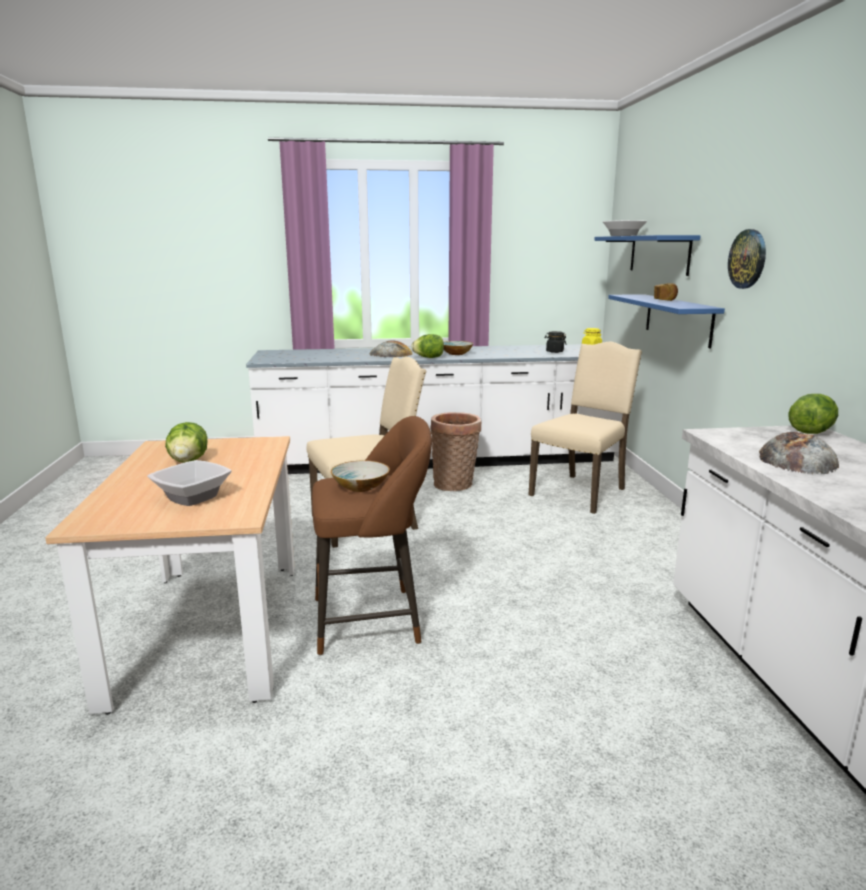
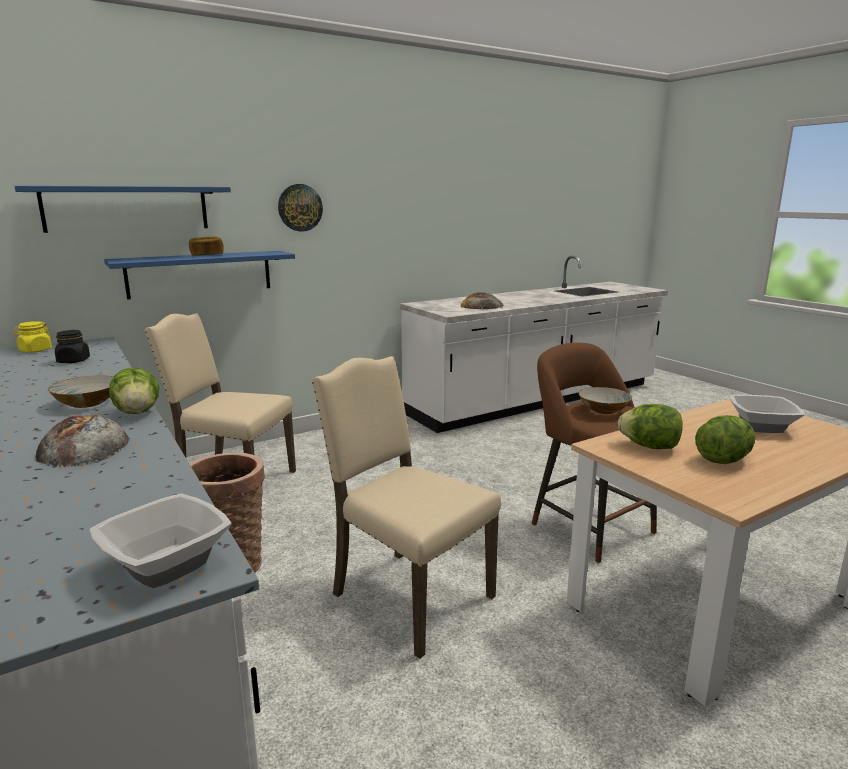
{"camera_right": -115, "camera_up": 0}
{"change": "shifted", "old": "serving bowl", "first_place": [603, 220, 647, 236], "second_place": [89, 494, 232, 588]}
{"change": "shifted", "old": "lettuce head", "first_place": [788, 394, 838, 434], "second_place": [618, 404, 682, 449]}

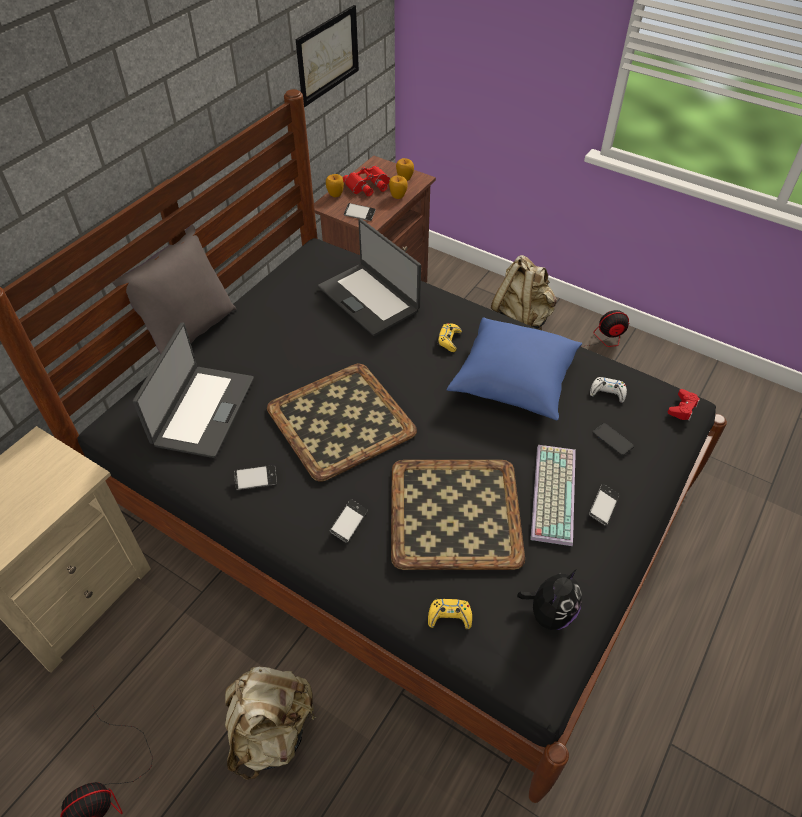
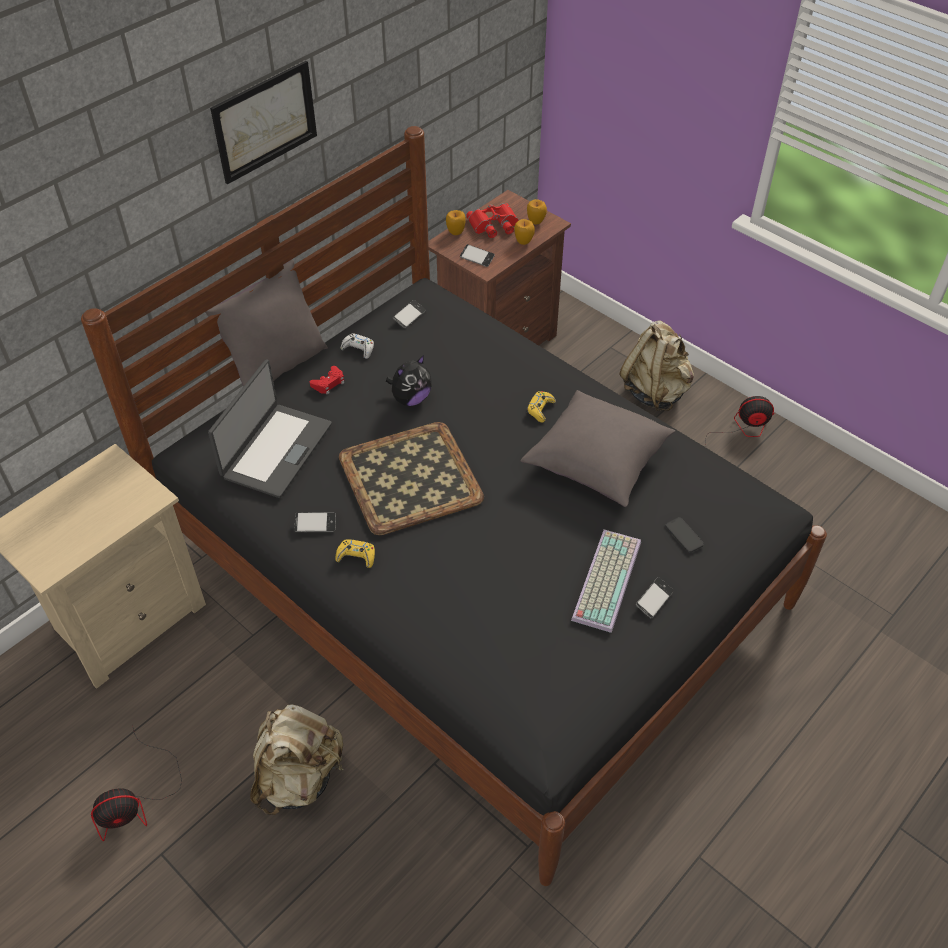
{"camera_right": 10, "camera_up": 0}
{"change": "shifted", "old": "picture", "first_place": [296, 5, 359, 107], "second_place": [210, 61, 317, 184]}
{"change": "shifted", "old": "red joypad", "first_place": [668, 389, 700, 421], "second_place": [310, 366, 345, 395]}
{"change": "shifted", "old": "yellow joypad", "first_place": [428, 599, 472, 629], "second_place": [335, 539, 375, 568]}
{"change": "shifted", "old": "white-coloured joypad", "first_place": [590, 377, 627, 403], "second_place": [341, 333, 374, 359]}
{"change": "shifted", "old": "plush toy", "first_place": [517, 569, 582, 630], "second_place": [386, 355, 432, 406]}
{"change": "shifted", "old": "handset", "first_place": [330, 499, 367, 543], "second_place": [393, 300, 426, 328]}
{"change": "repainted", "old": "blue-coloured pillow", "new": "gray pillow", "first_place": [447, 317, 582, 420], "second_place": [520, 390, 675, 507]}
{"change": "gone", "old": "portable computer", "first_place": [318, 219, 421, 336]}
{"change": "gone", "old": "serving tray", "first_place": [391, 460, 525, 570]}

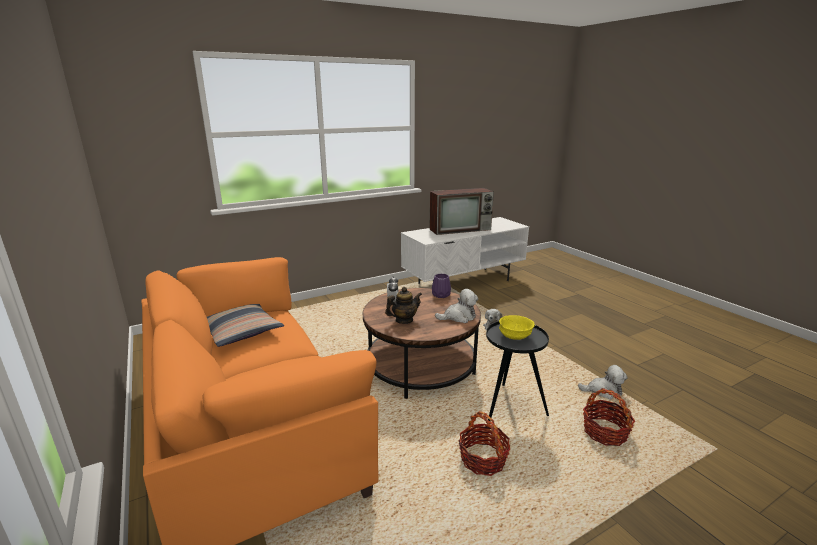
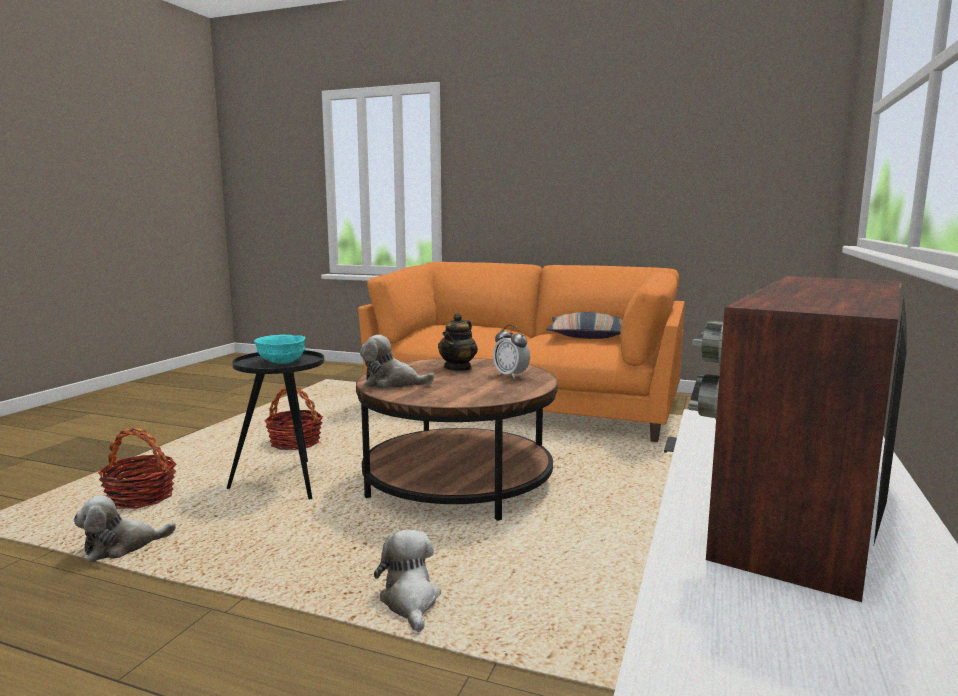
{"camera_right": 140, "camera_up": -10}
{"change": "repainted", "old": "yellow serving bowl", "new": "blue-green serving bowl", "first_place": [499, 315, 535, 340], "second_place": [254, 335, 306, 364]}
{"change": "rotated", "old": "plush toy", "first_place": [435, 289, 478, 323], "second_place": [360, 335, 435, 389], "degrees": 60}
{"change": "gone", "old": "purplish vase", "first_place": [432, 274, 451, 298]}

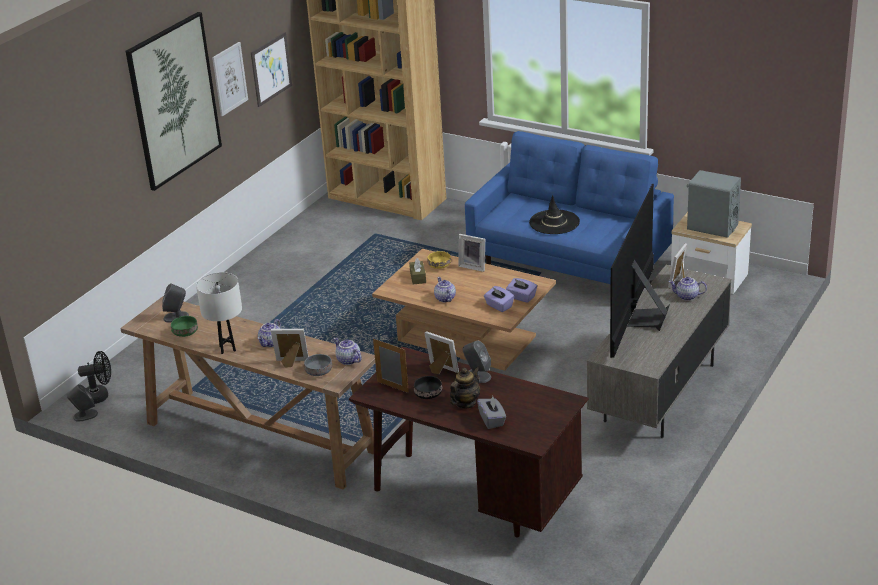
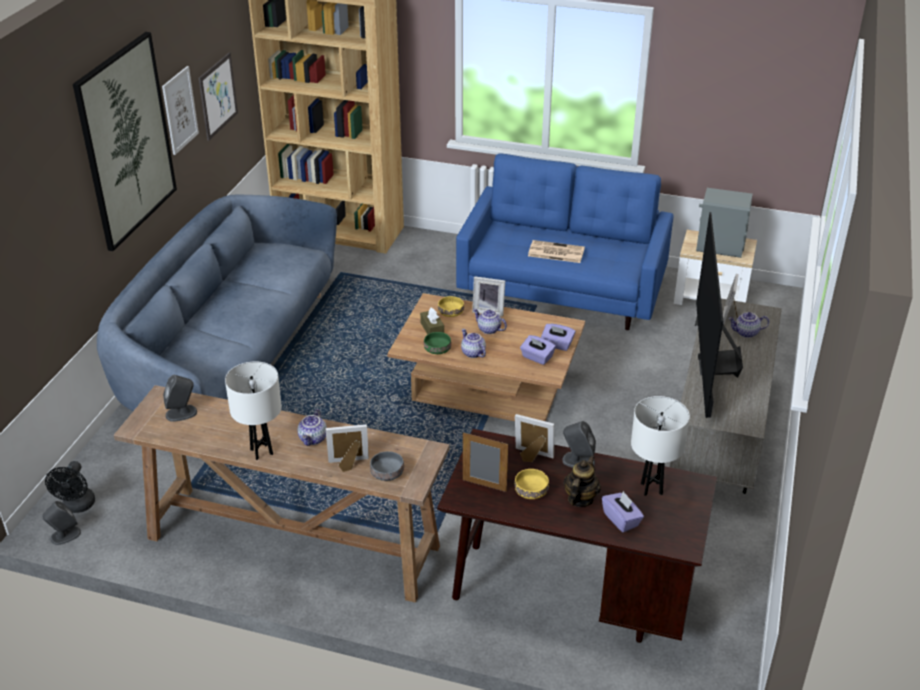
{"camera_right": -15, "camera_up": 5}
{"change": "rotated", "old": "black fan", "first_place": [78, 351, 111, 404], "second_place": [45, 461, 95, 513], "degrees": 120}
{"change": "new", "new": "blue-coloured sofa", "second_place": [97, 194, 337, 411]}
{"change": "shifted", "old": "green-coloured serving bowl", "first_place": [171, 316, 198, 337], "second_place": [424, 332, 451, 354]}
{"change": "shifted", "old": "pot for tea", "first_place": [333, 338, 362, 365], "second_place": [473, 309, 507, 334]}
{"change": "repainted", "old": "black serving bowl", "new": "yellow serving bowl", "first_place": [414, 376, 442, 399], "second_place": [514, 469, 549, 499]}
{"change": "swapped", "old": "black wearable hat", "new": "newspaper", "first_place": [529, 195, 580, 234], "second_place": [528, 240, 585, 263]}
{"change": "repainted", "old": "gray tissue holder", "new": "purplish tissue holder", "first_place": [477, 396, 506, 429], "second_place": [602, 491, 644, 532]}
{"change": "new", "new": "white-coloured table lamp", "second_place": [631, 396, 690, 496]}

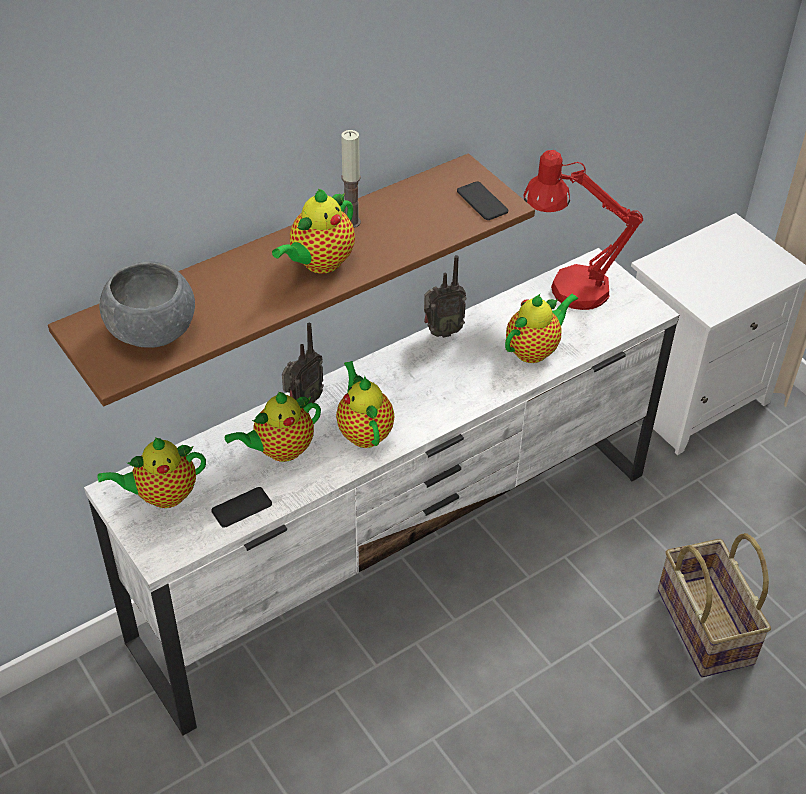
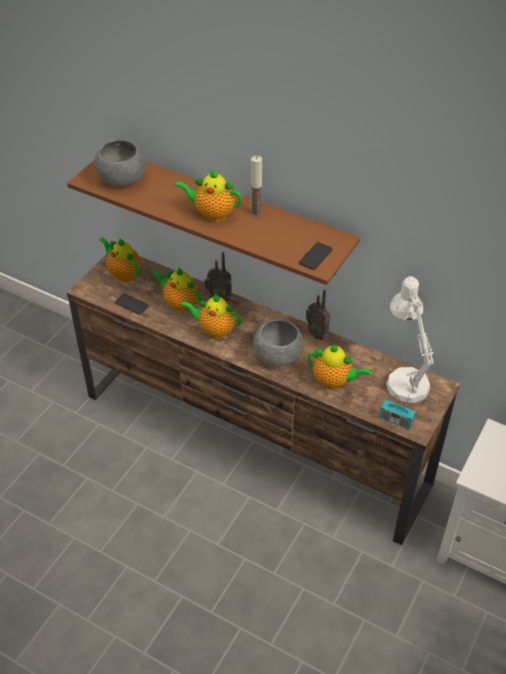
{"camera_right": 65, "camera_up": 0}
{"change": "repainted", "old": "white-coloured media console", "new": "brownish media console", "first_place": [84, 248, 679, 735], "second_place": [67, 254, 460, 545]}
{"change": "rotated", "old": "pot for tea", "first_place": [336, 361, 395, 448], "second_place": [180, 294, 242, 339], "degrees": -120}
{"change": "new", "new": "gray serving bowl", "second_place": [253, 319, 303, 366]}
{"change": "new", "new": "radio set", "second_place": [379, 386, 415, 429]}
{"change": "repainted", "old": "red table lamp", "new": "white-coloured table lamp", "first_place": [524, 150, 643, 310], "second_place": [386, 276, 434, 403]}
{"change": "gone", "old": "basket", "first_place": [658, 533, 771, 677]}

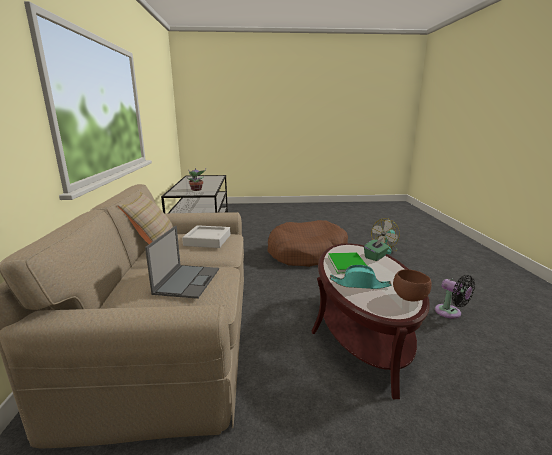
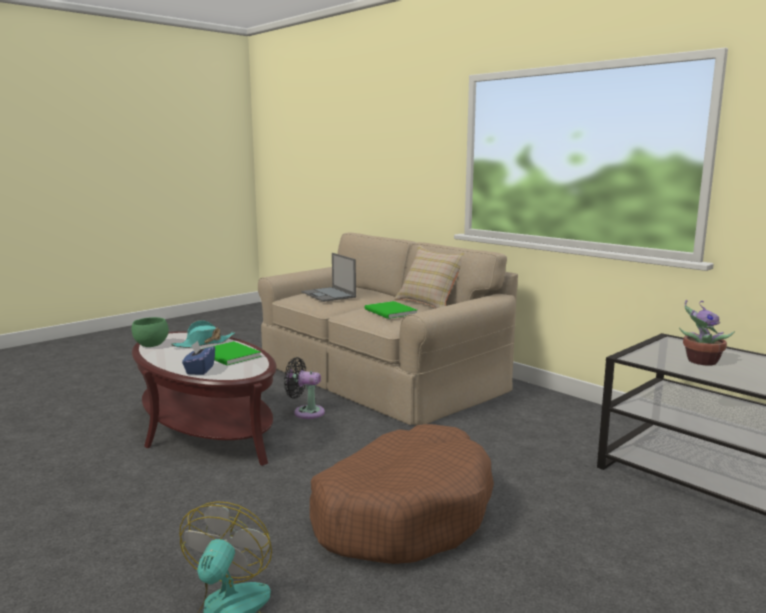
{"camera_right": 140, "camera_up": -5}
{"change": "repainted", "old": "brownish serving bowl", "new": "green-coloured serving bowl", "first_place": [393, 269, 432, 301], "second_place": [132, 317, 169, 347]}
{"change": "repainted", "old": "green-coloured tissue holder", "new": "blue-coloured tissue holder", "first_place": [364, 238, 389, 261], "second_place": [182, 341, 215, 375]}
{"change": "shifted", "old": "black fan", "first_place": [435, 275, 475, 319], "second_place": [284, 357, 325, 419]}
{"change": "swapped", "old": "gray serving tray", "new": "green-coloured volume", "first_place": [182, 225, 231, 248], "second_place": [365, 301, 417, 319]}

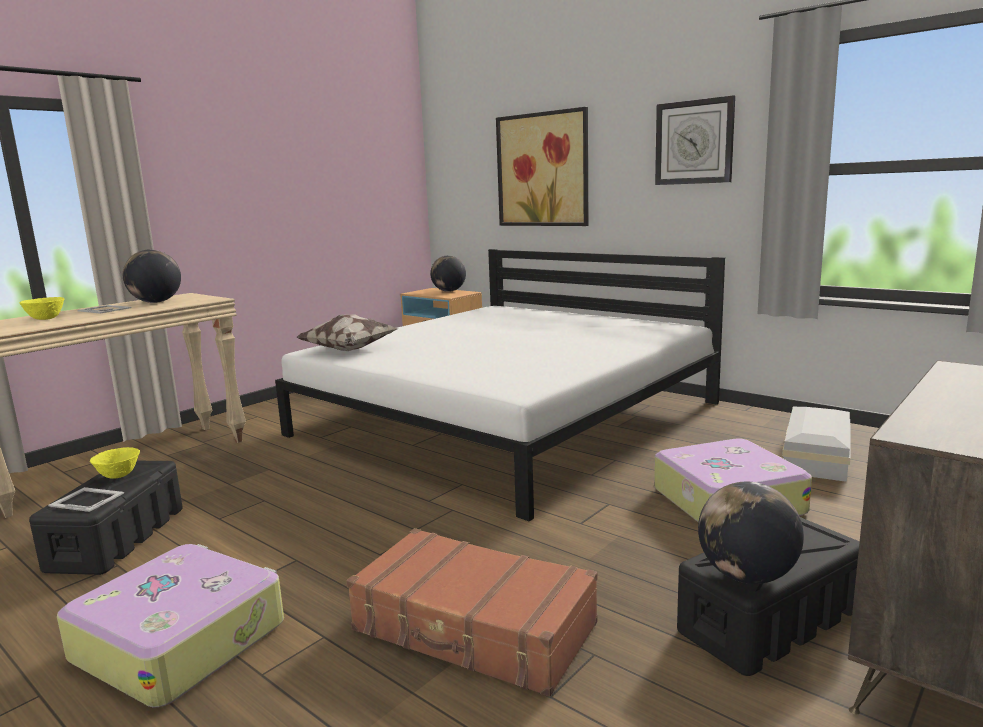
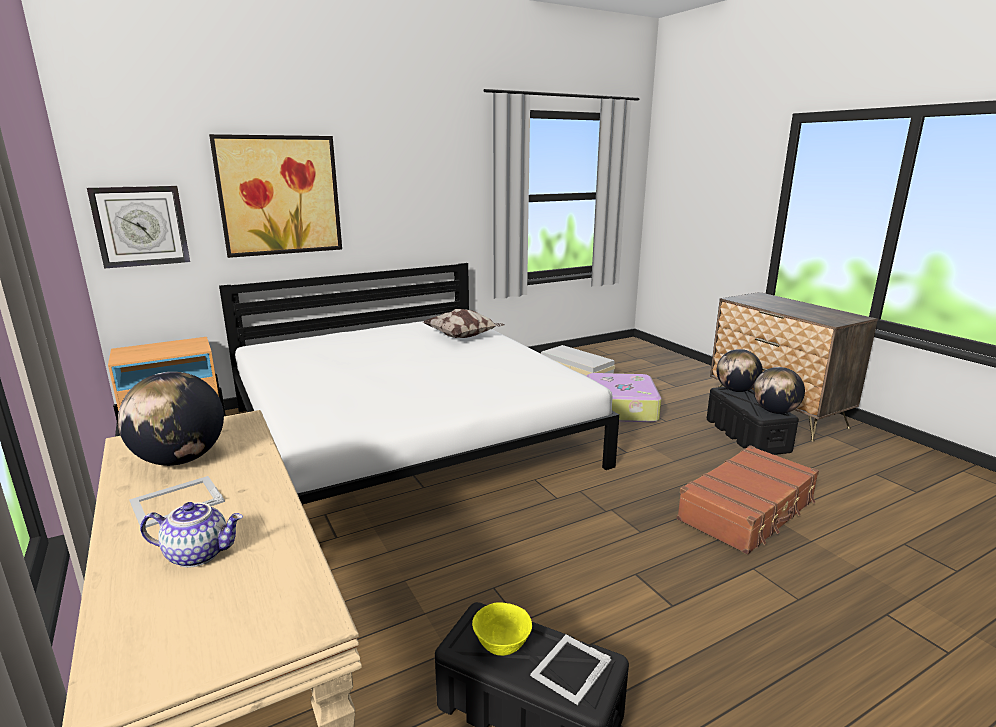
{"camera_right": -70, "camera_up": 5}
{"change": "shifted", "old": "hanging clock", "first_place": [655, 95, 735, 185], "second_place": [87, 186, 190, 269]}
{"change": "swapped", "old": "yellow serving bowl", "new": "pot for tea", "first_place": [20, 297, 65, 320], "second_place": [140, 502, 243, 568]}
{"change": "shifted", "old": "pillow", "first_place": [297, 314, 399, 351], "second_place": [423, 309, 505, 338]}
{"change": "shifted", "old": "desk globe", "first_place": [430, 256, 466, 292], "second_place": [717, 349, 763, 392]}
{"change": "gone", "old": "suitcase", "first_place": [57, 544, 284, 708]}

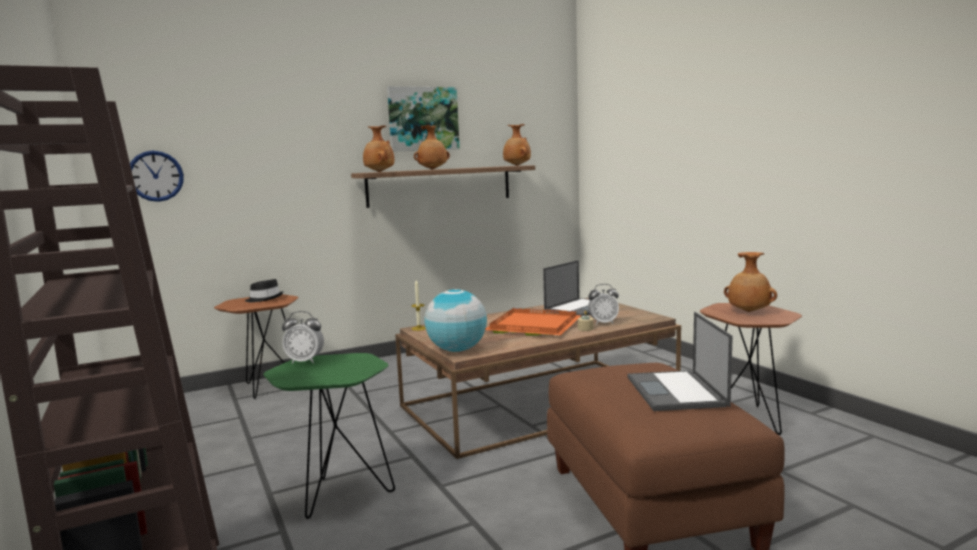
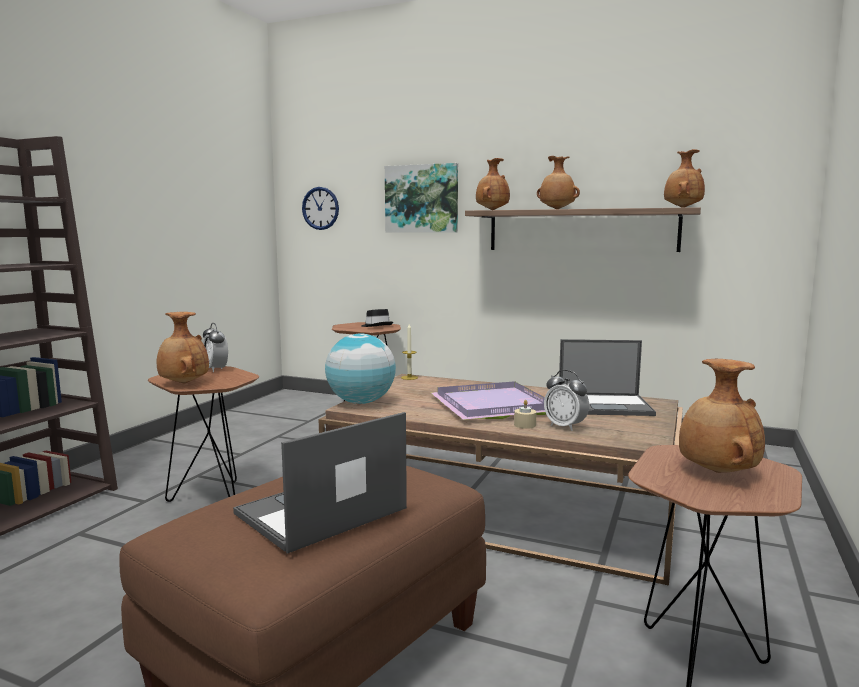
{"camera_right": 50, "camera_up": 0}
{"change": "repainted", "old": "green-coloured accent table", "new": "brownish accent table", "first_place": [263, 353, 395, 519], "second_place": [148, 366, 259, 502]}
{"change": "new", "new": "brownish vase", "second_place": [156, 312, 209, 384]}
{"change": "shifted", "old": "picture", "first_place": [387, 86, 460, 152], "second_place": [385, 163, 458, 233]}
{"change": "repainted", "old": "orangey serving tray", "new": "purplish serving tray", "first_place": [485, 308, 582, 336], "second_place": [431, 381, 546, 420]}

